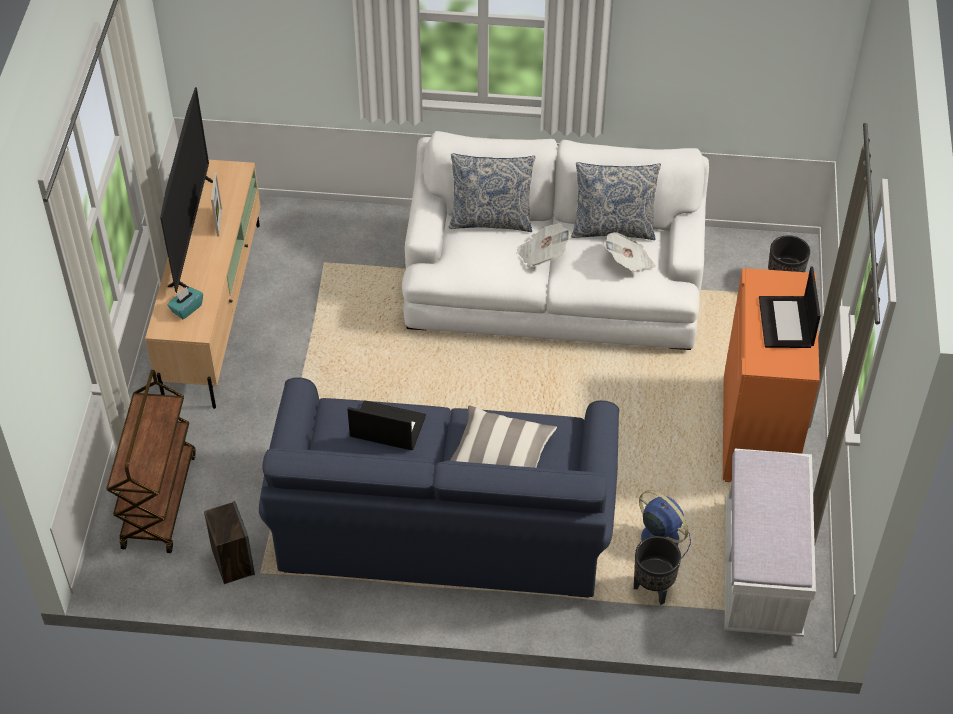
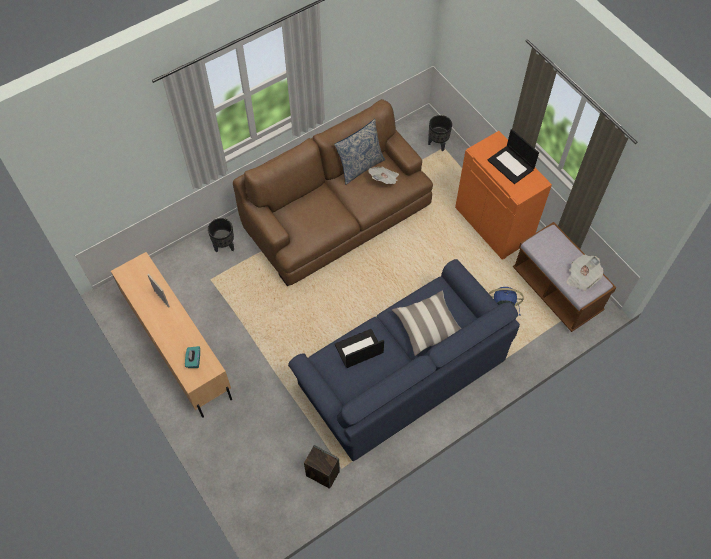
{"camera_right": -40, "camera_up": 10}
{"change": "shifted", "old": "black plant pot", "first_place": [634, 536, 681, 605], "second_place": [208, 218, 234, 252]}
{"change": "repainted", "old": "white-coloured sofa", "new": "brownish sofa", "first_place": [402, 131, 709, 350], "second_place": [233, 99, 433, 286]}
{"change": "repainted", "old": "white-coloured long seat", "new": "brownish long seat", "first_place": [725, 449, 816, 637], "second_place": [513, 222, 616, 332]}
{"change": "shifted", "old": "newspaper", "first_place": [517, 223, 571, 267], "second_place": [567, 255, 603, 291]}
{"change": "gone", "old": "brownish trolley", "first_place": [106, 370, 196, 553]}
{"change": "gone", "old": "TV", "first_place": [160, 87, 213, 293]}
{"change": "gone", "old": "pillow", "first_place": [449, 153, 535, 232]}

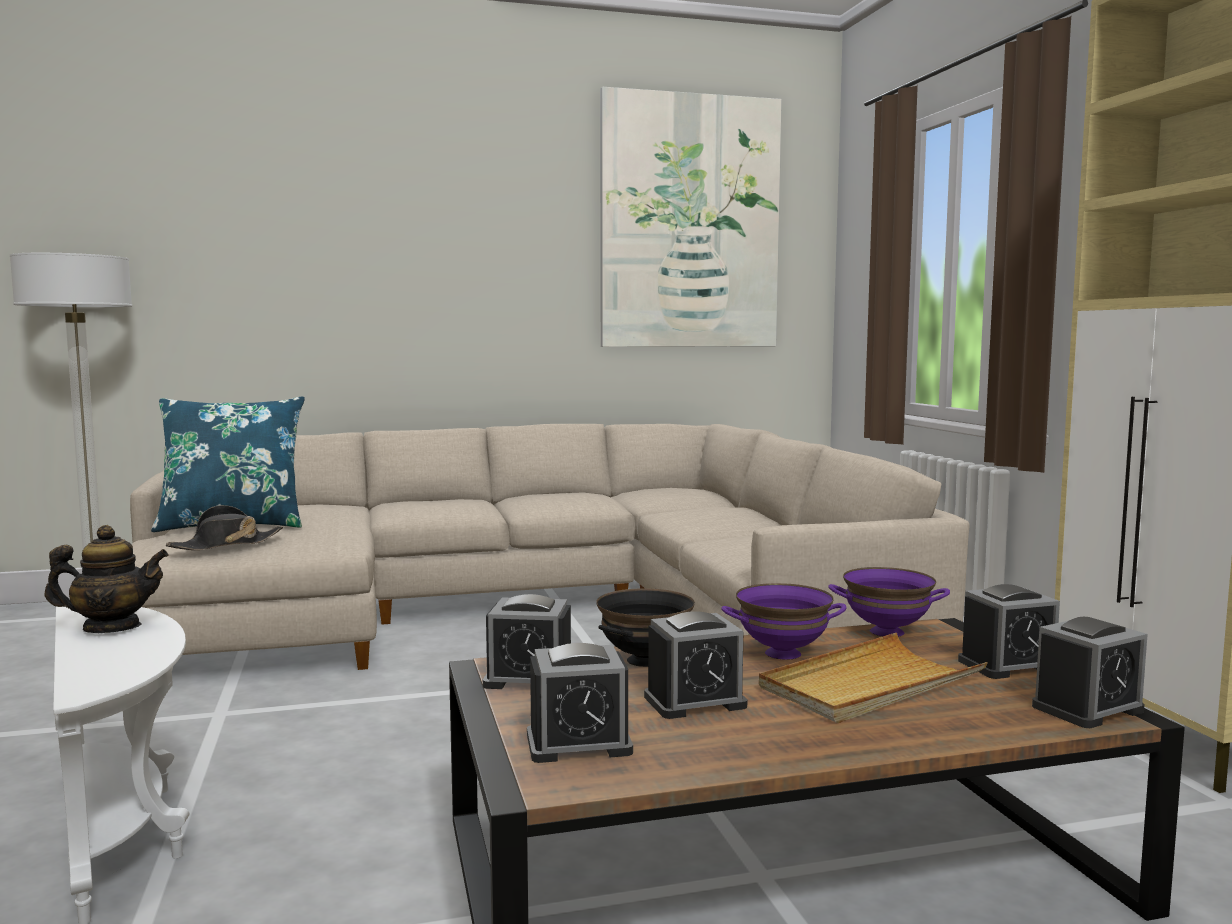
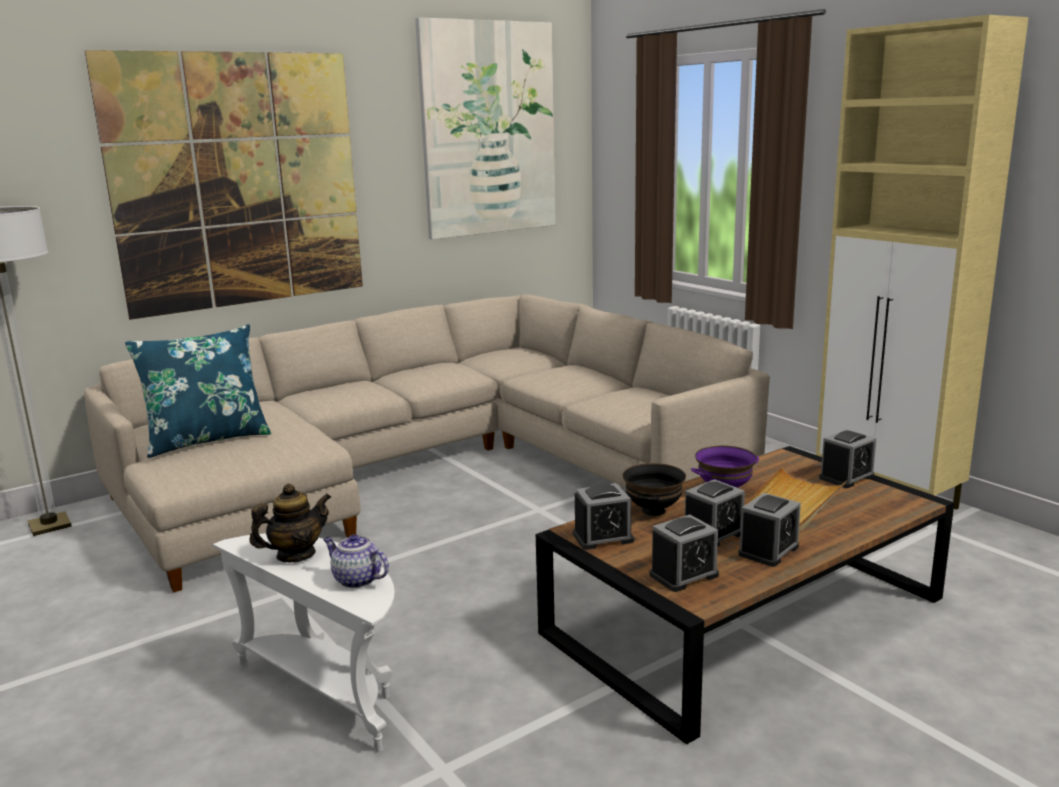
{"camera_right": -20, "camera_up": 10}
{"change": "new", "new": "picture", "second_place": [85, 50, 363, 320]}
{"change": "new", "new": "pot for tea", "second_place": [323, 534, 389, 588]}
{"change": "shifted", "old": "table clock", "first_place": [1032, 617, 1148, 728], "second_place": [738, 493, 801, 567]}
{"change": "gone", "old": "black wearable hat", "first_place": [166, 505, 283, 550]}
{"change": "gone", "old": "purplish serving bowl", "first_place": [828, 567, 950, 637]}

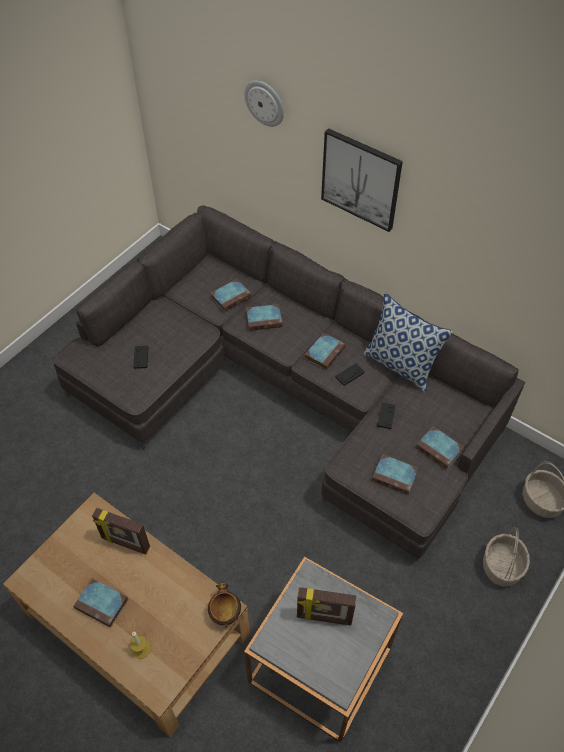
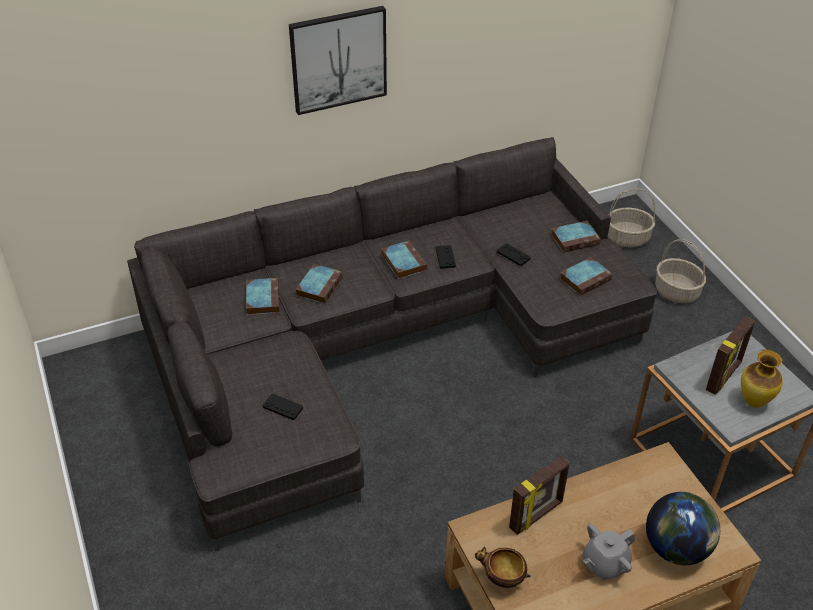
{"camera_right": -60, "camera_up": -10}
{"change": "shifted", "old": "serving bowl", "first_place": [208, 582, 241, 628], "second_place": [475, 546, 531, 588]}
{"change": "swapped", "old": "volume", "new": "gray pot for tea", "first_place": [73, 578, 128, 628], "second_place": [582, 523, 635, 580]}
{"change": "swapped", "old": "candle", "new": "desk globe", "first_place": [130, 632, 151, 659], "second_place": [646, 492, 720, 565]}
{"change": "new", "new": "vase", "second_place": [741, 350, 783, 408]}
{"change": "gone", "old": "hanging clock", "first_place": [244, 80, 284, 127]}
{"change": "gone", "old": "pillow", "first_place": [363, 293, 453, 393]}

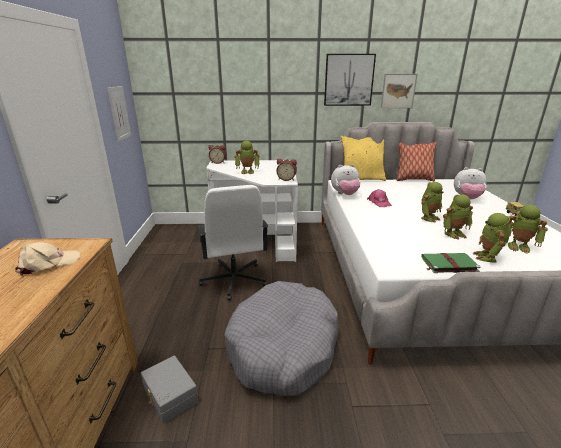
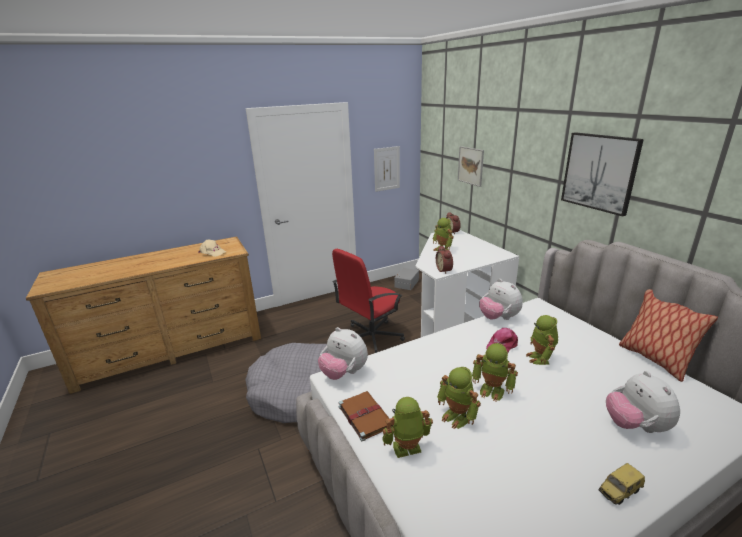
{"camera_right": 65, "camera_up": 0}
{"change": "new", "new": "plush toy", "second_place": [318, 327, 368, 380]}
{"change": "repainted", "old": "white-coloured desk chair", "new": "red desk chair", "first_place": [198, 185, 268, 301], "second_place": [332, 249, 405, 353]}
{"change": "repainted", "old": "green-coloured volume", "new": "brownish volume", "first_place": [421, 253, 480, 273], "second_place": [339, 391, 393, 442]}
{"change": "shifted", "old": "gray storage bin", "first_place": [141, 355, 199, 424], "second_place": [394, 268, 419, 290]}
{"change": "shifted", "old": "picture", "first_place": [381, 74, 418, 108], "second_place": [458, 146, 484, 187]}
{"change": "shifted", "old": "model robot", "first_place": [508, 205, 548, 254], "second_place": [526, 315, 558, 365]}
{"change": "gone", "old": "yellow pillow", "first_place": [341, 136, 386, 181]}

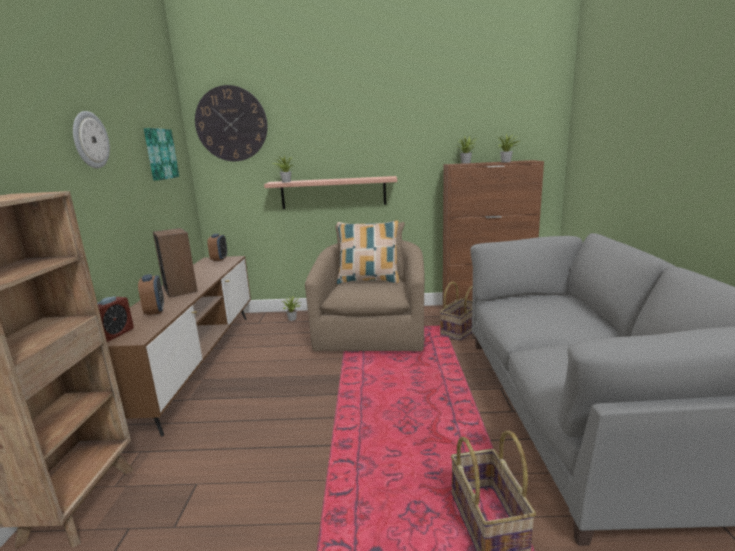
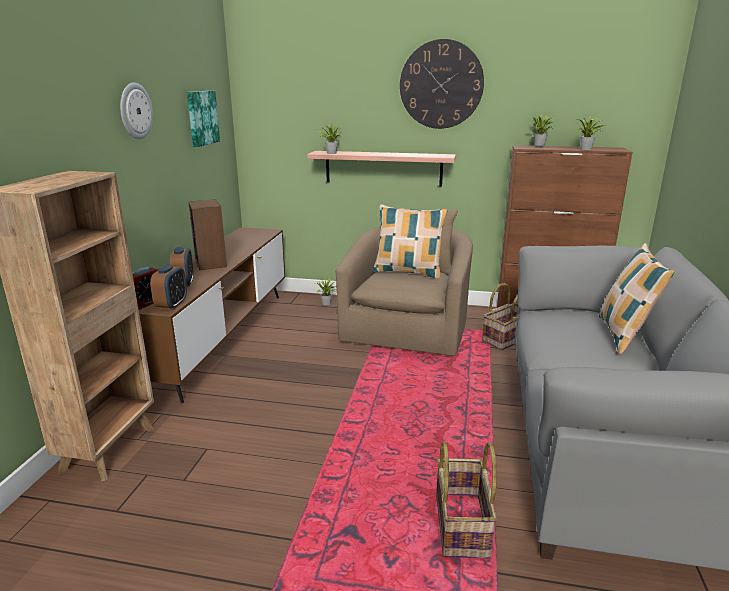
{"camera_right": 10, "camera_up": 5}
{"change": "shifted", "old": "table clock", "first_place": [207, 234, 227, 261], "second_place": [150, 265, 187, 310]}
{"change": "shifted", "old": "hanging clock", "first_place": [195, 85, 268, 161], "second_place": [400, 39, 484, 129]}
{"change": "new", "new": "pillow", "second_place": [599, 243, 676, 355]}

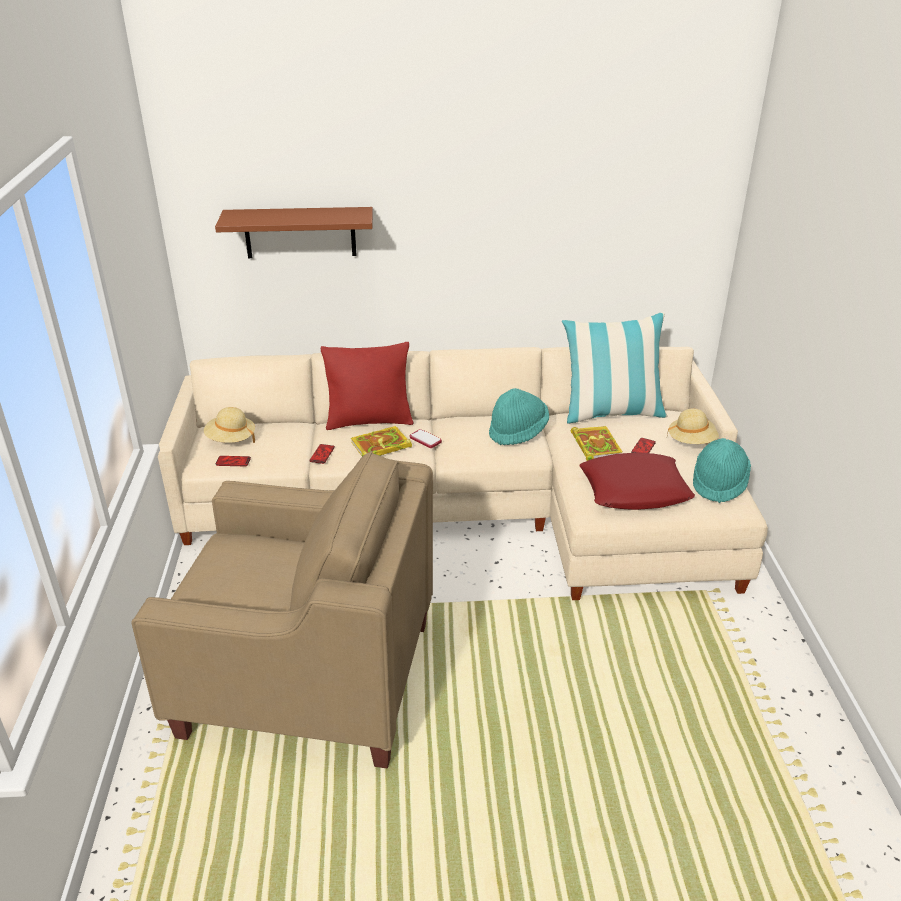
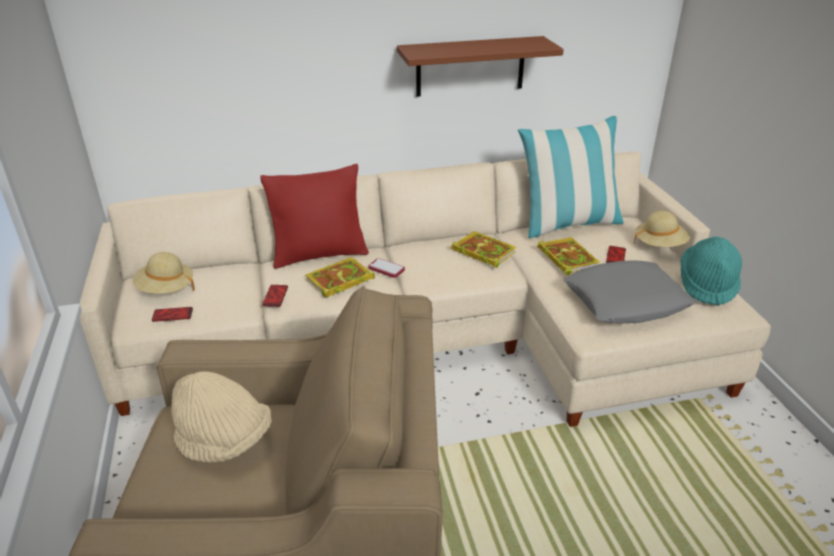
{"camera_right": -10, "camera_up": 0}
{"change": "new", "new": "beige wearable hat", "second_place": [171, 371, 272, 463]}
{"change": "shifted", "old": "brownish wall shelf", "first_place": [215, 207, 373, 258], "second_place": [397, 36, 564, 97]}
{"change": "swapped", "old": "blue-green wearable hat", "new": "volume", "first_place": [489, 388, 549, 445], "second_place": [451, 231, 516, 268]}
{"change": "repainted", "old": "red pillow", "new": "gray pillow", "first_place": [579, 453, 695, 510], "second_place": [563, 260, 696, 323]}

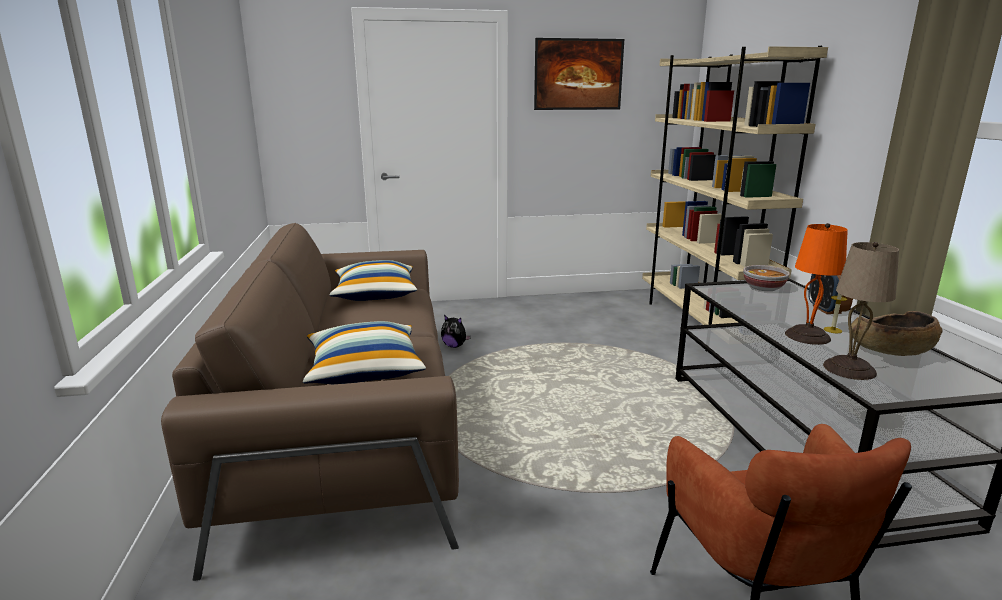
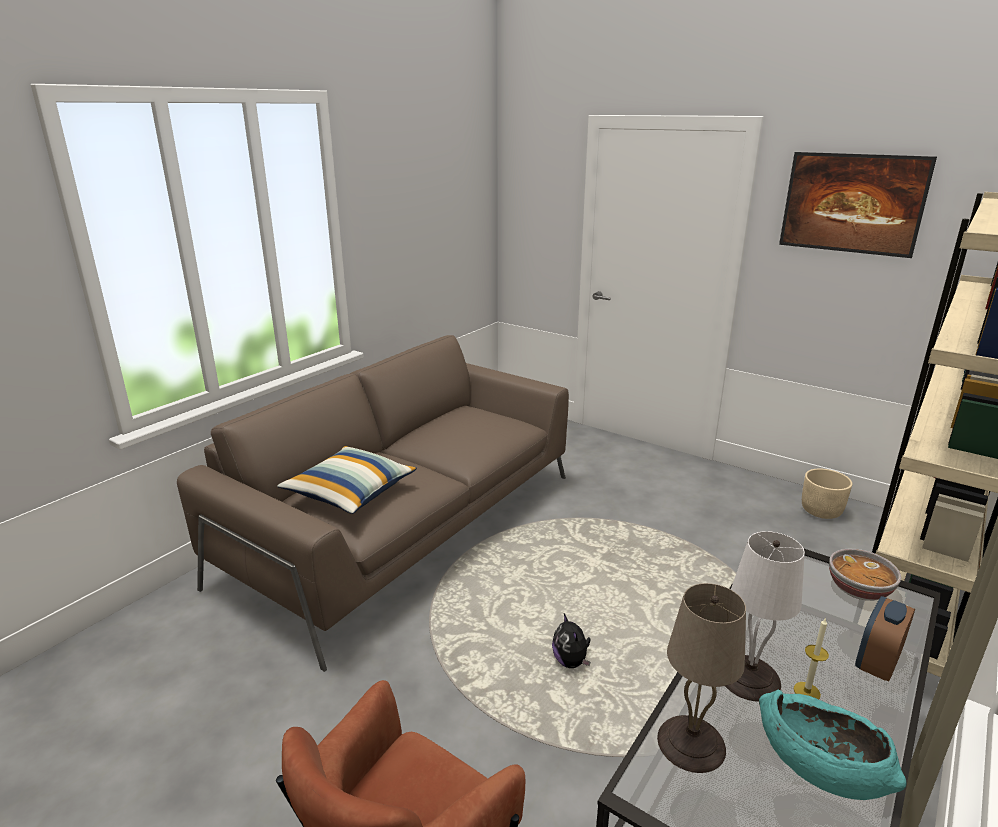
{"camera_right": 45, "camera_up": 5}
{"change": "shifted", "old": "plush toy", "first_place": [441, 315, 471, 348], "second_place": [552, 613, 591, 668]}
{"change": "repainted", "old": "orangey table lamp", "new": "white-coloured table lamp", "first_place": [785, 223, 848, 345], "second_place": [725, 531, 805, 702]}
{"change": "repainted", "old": "brownish serving bowl", "new": "blue-green serving bowl", "first_place": [851, 311, 943, 356], "second_place": [759, 690, 907, 800]}
{"change": "new", "new": "beige plant pot", "second_place": [802, 468, 852, 519]}
{"change": "gone", "old": "pillow", "first_place": [330, 260, 417, 301]}

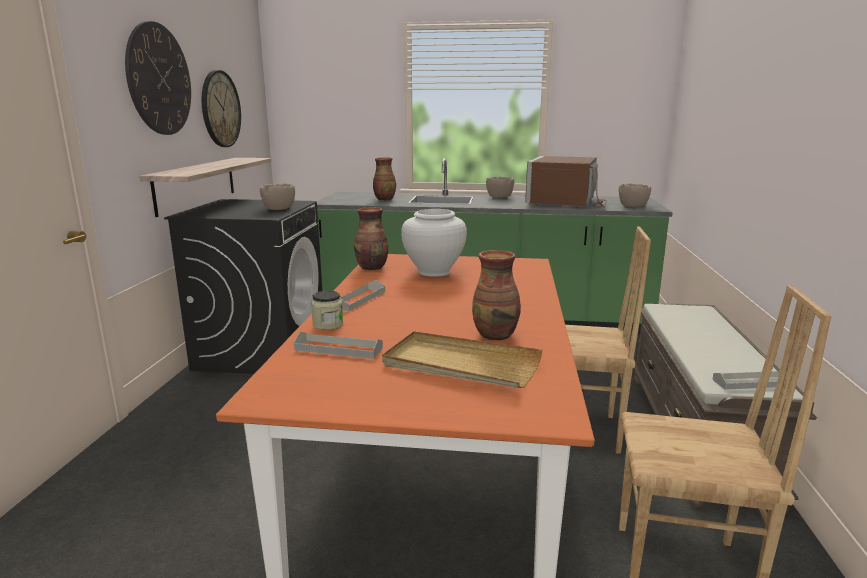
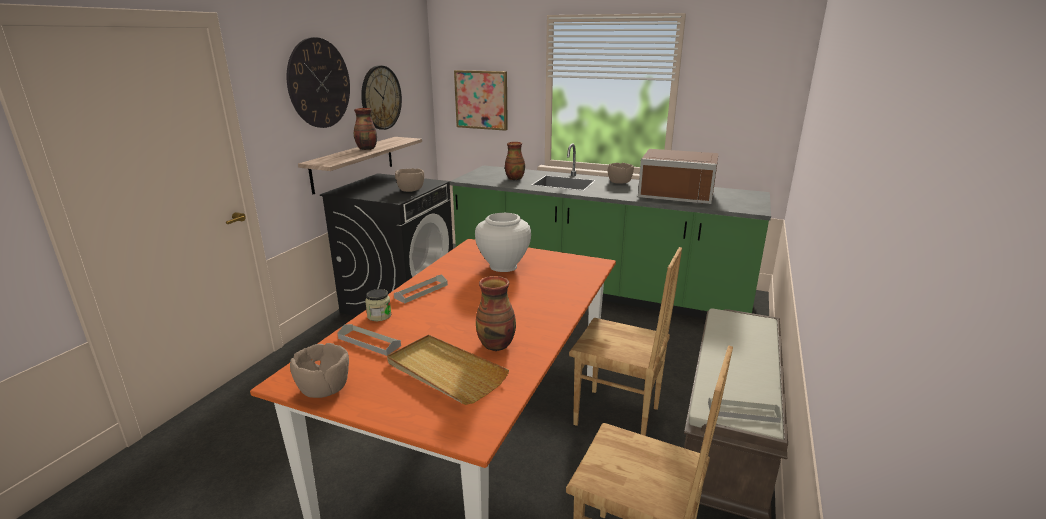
{"camera_right": 15, "camera_up": 5}
{"change": "shifted", "old": "brownish serving bowl", "first_place": [618, 184, 651, 207], "second_place": [290, 343, 349, 398]}
{"change": "shifted", "old": "vase", "first_place": [354, 207, 388, 270], "second_place": [354, 108, 377, 150]}
{"change": "new", "new": "picture", "second_place": [454, 70, 508, 131]}
{"change": "rotated", "old": "brownish microwave", "first_place": [525, 156, 607, 207], "second_place": [638, 149, 719, 204], "degrees": -105}

